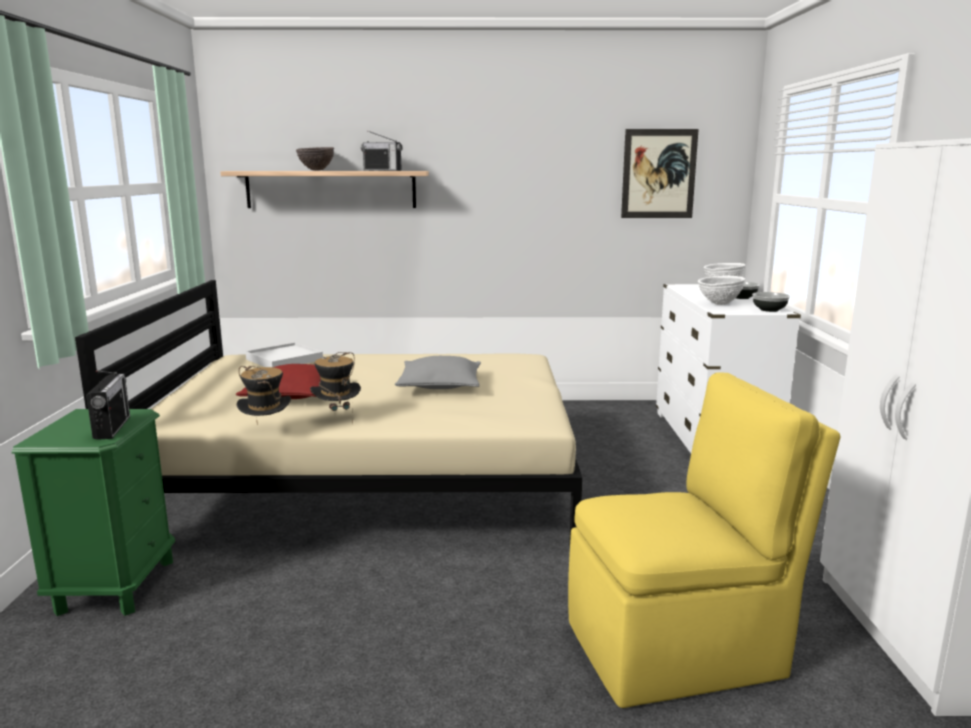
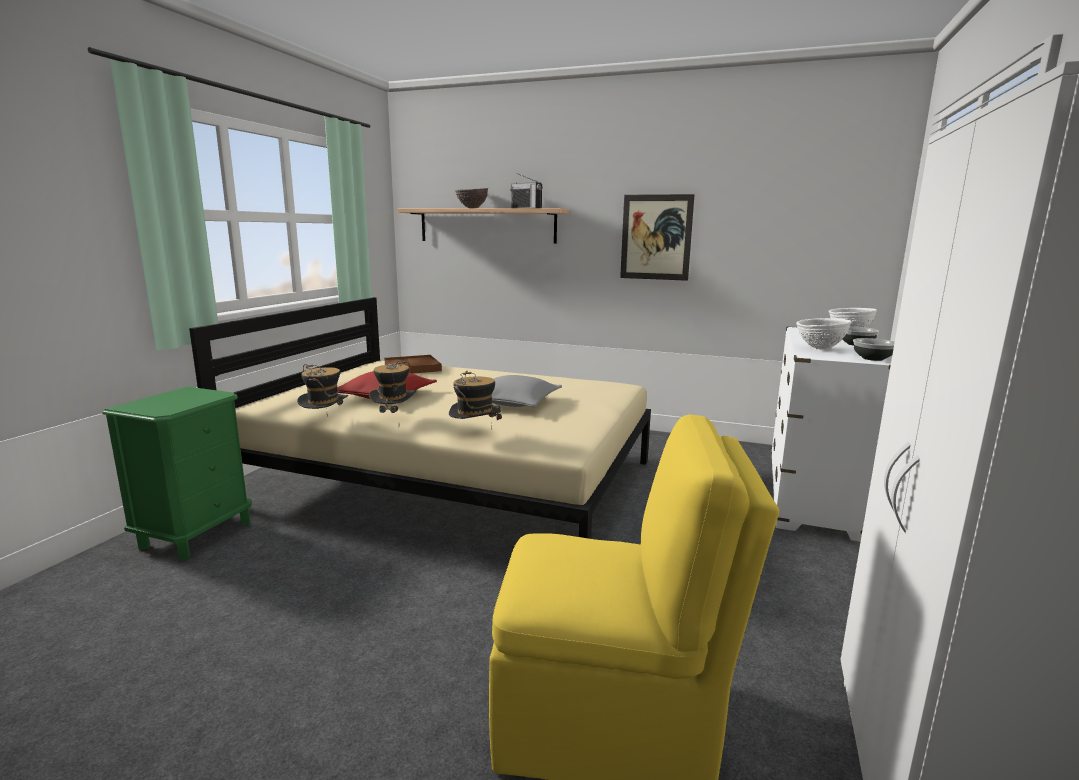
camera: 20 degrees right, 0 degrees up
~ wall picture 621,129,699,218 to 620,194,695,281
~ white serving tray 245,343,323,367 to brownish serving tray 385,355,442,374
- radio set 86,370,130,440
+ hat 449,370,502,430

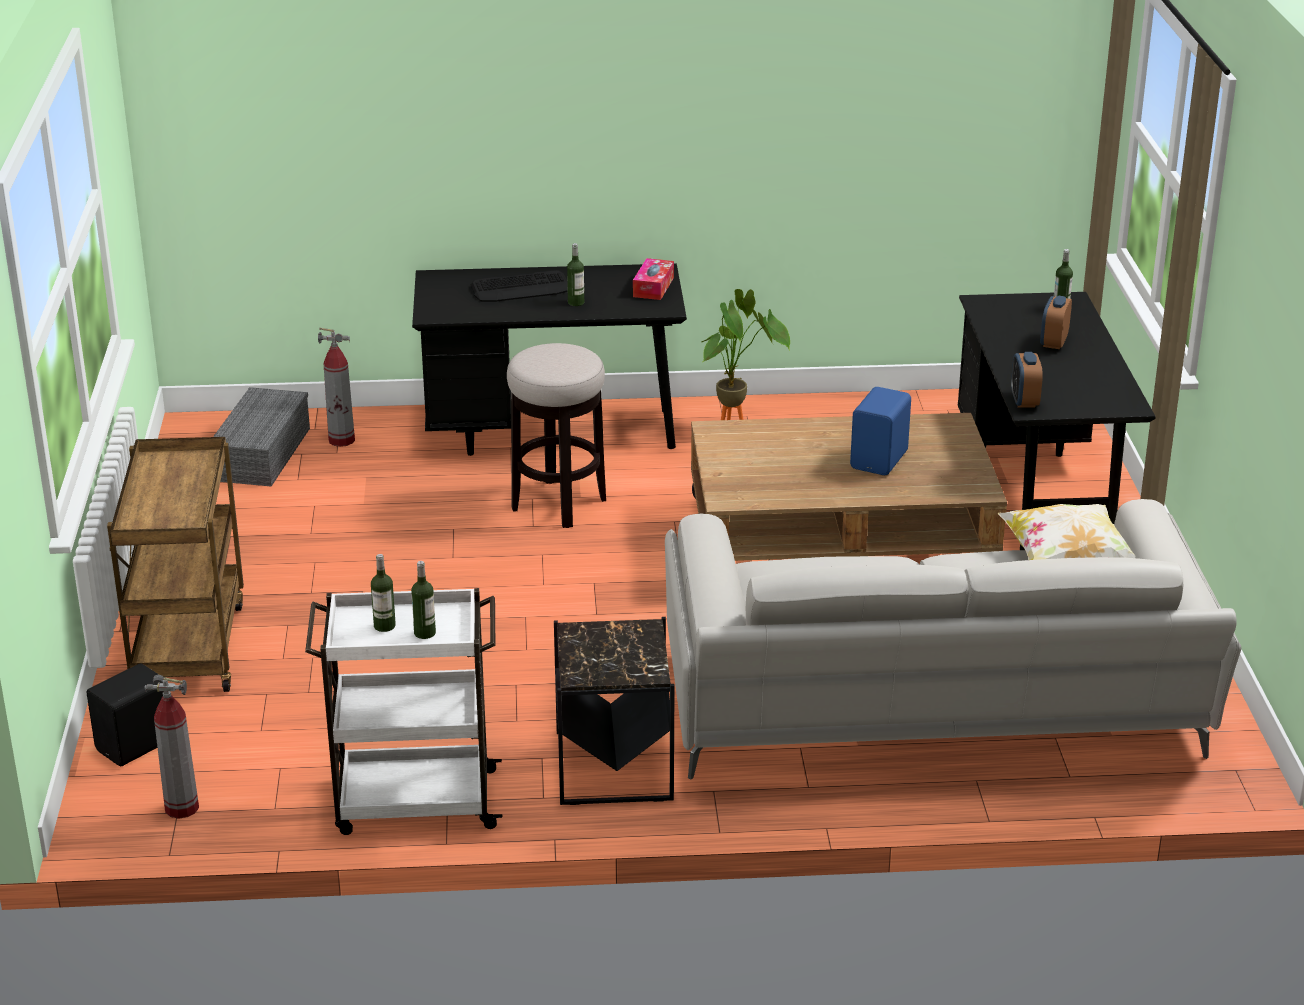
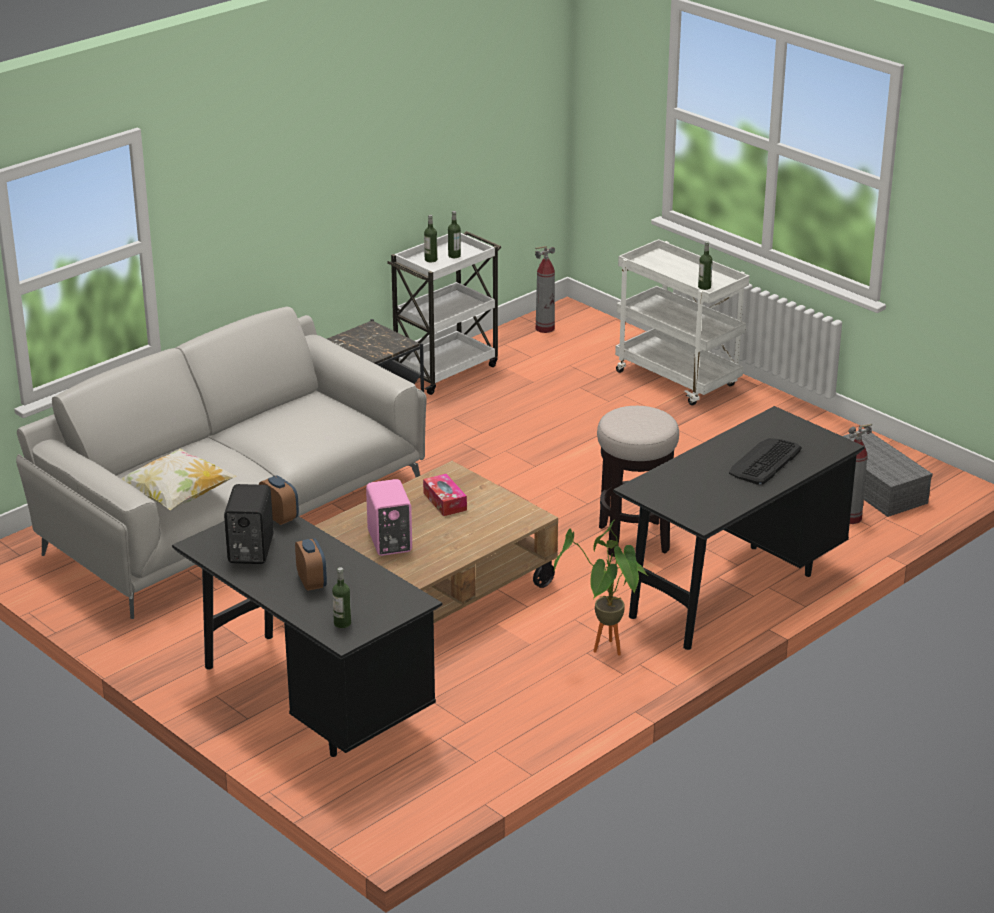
camera: 140 degrees right, 0 degrees up
~ bottle 567,243,584,306 to 698,241,713,290
~ box of tissues 633,258,674,300 to 423,474,467,516
~ blue audio speaker 850,387,911,475 to pink audio speaker 366,479,412,556
~ brownish trolley 107,437,244,692 to white trolley 615,239,749,405
~ black-coloured audio speaker 87,663,164,766 to 224,484,273,564

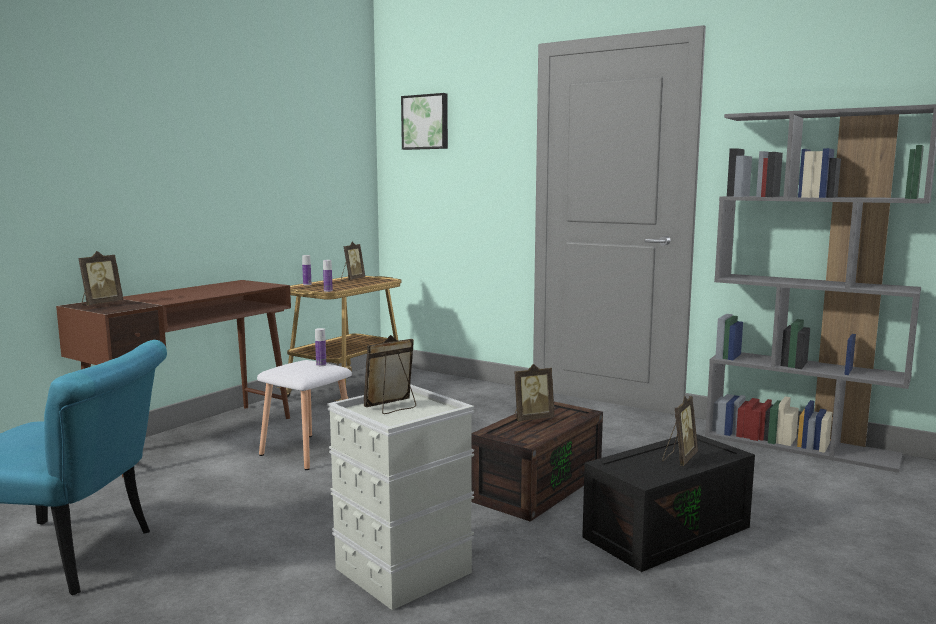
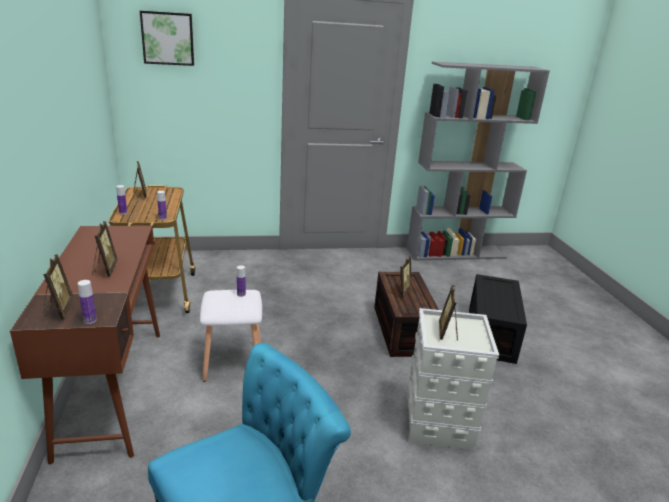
camera: 45 degrees left, 15 degrees up
~ picture frame 662,395,698,466 to 92,221,118,277
+ bottle 78,280,97,324

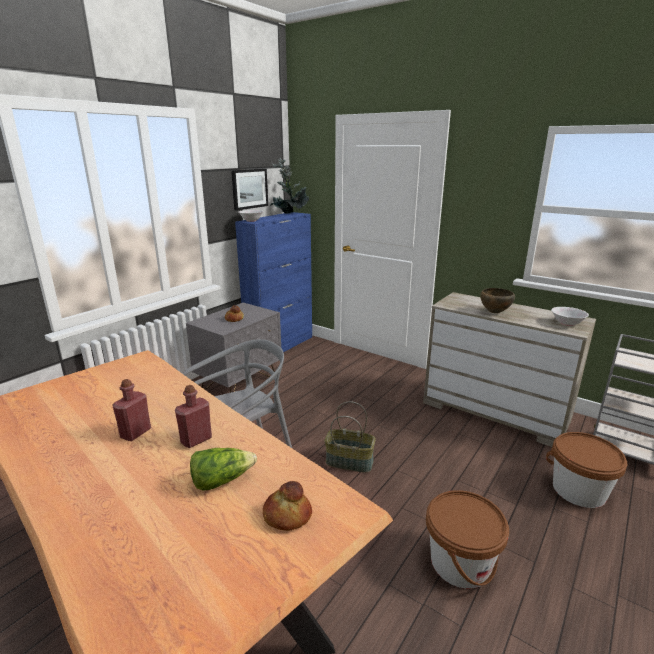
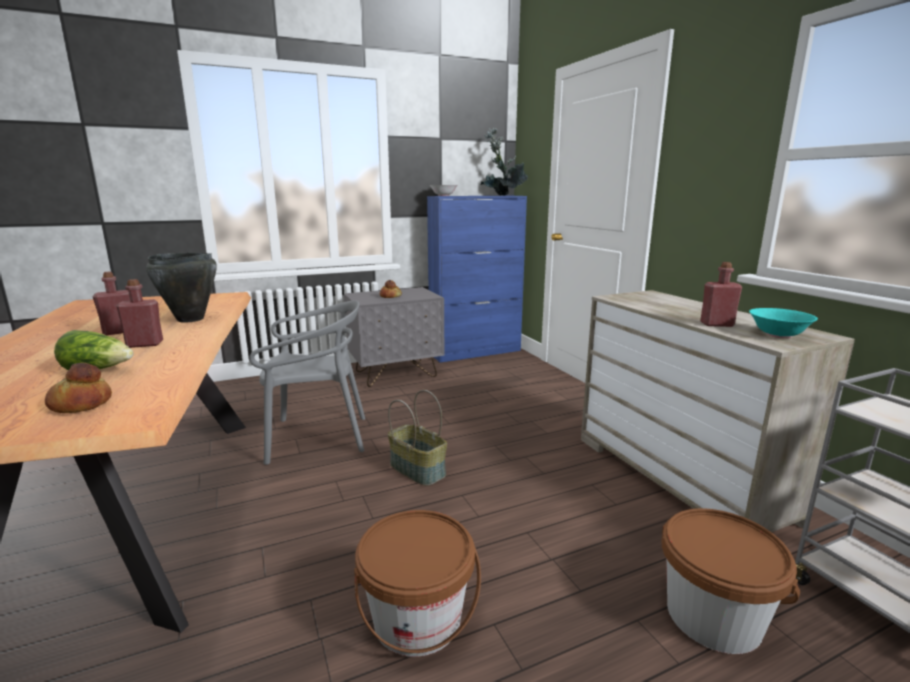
camera: 30 degrees right, 5 degrees down
- wall picture 231,169,268,211
- brownish serving bowl 480,288,515,313
~ white serving bowl 551,307,589,326 to turquoise-coloured serving bowl 749,308,818,338
+ black-coloured stockpot 146,253,217,323
+ red-coloured bottle 700,262,742,327

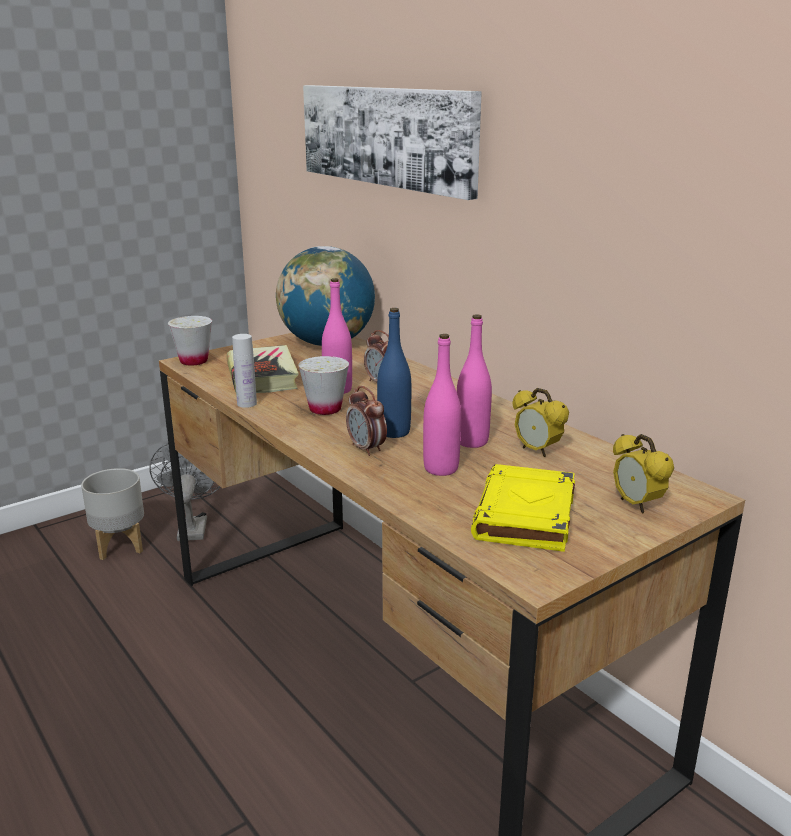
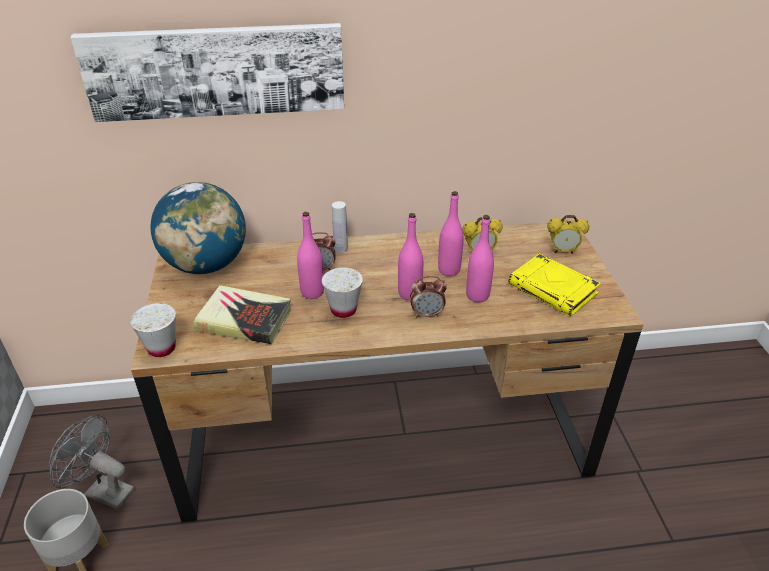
camera: 60 degrees left, 15 degrees up
~ blue bottle 377,308,412,438 to pink bottle 398,213,423,300
~ white bottle 232,334,257,408 to 332,201,348,253

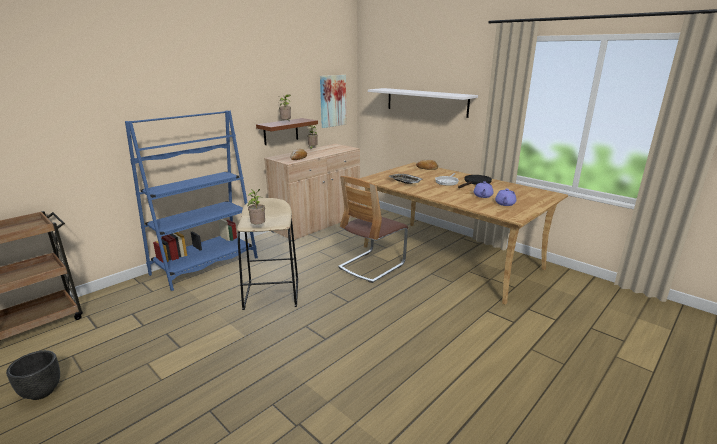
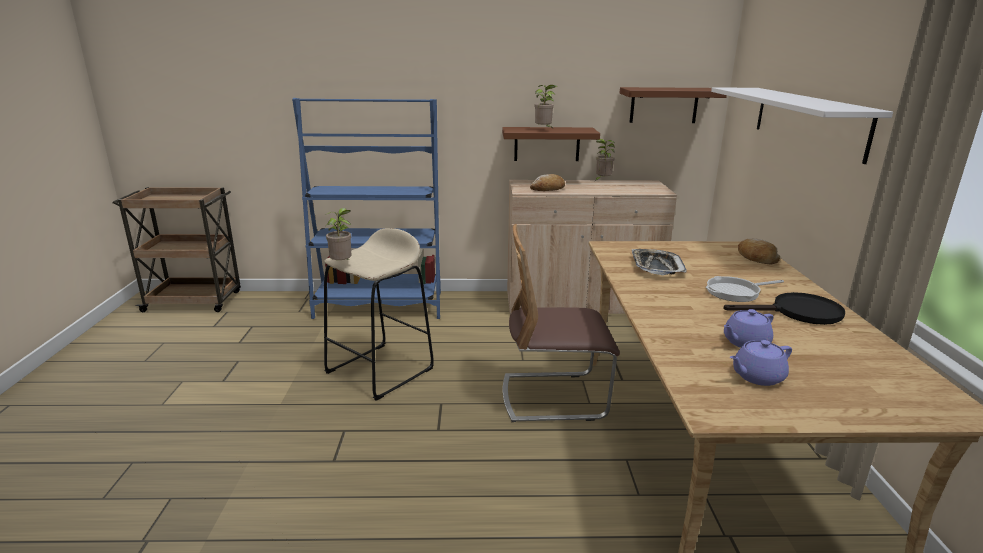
camera: 45 degrees right, 0 degrees up
~ wall picture 320,75,346,128 to brownish bracket shelf 620,87,727,123
- black-coloured planter 6,350,60,400

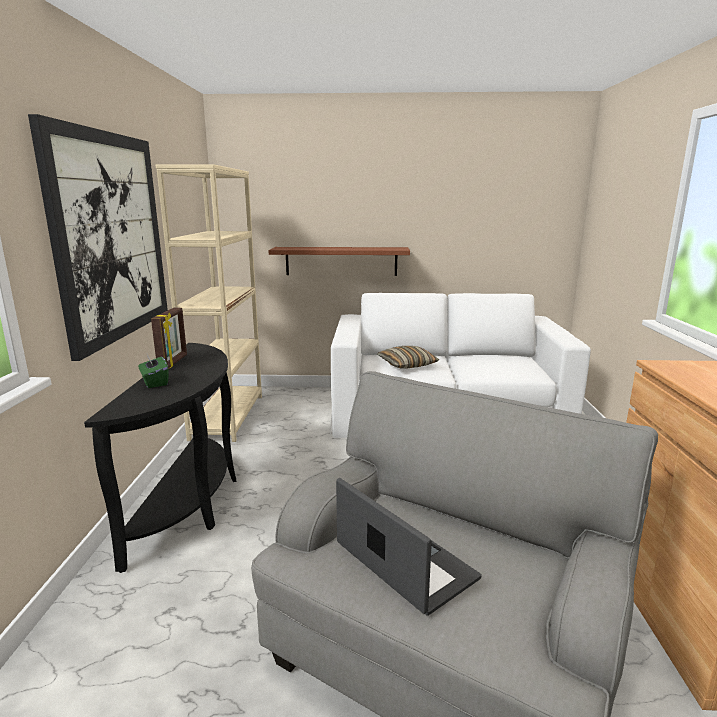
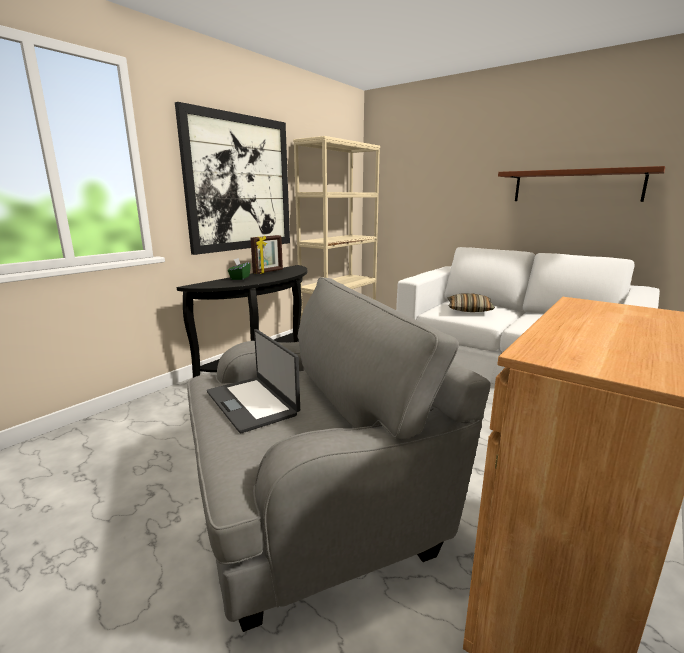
camera: 35 degrees right, 0 degrees up
~ brownish bracket shelf 268,247,410,276 to 498,166,665,202
~ laptop 336,478,482,616 = 207,329,300,433 150 degrees clockwise

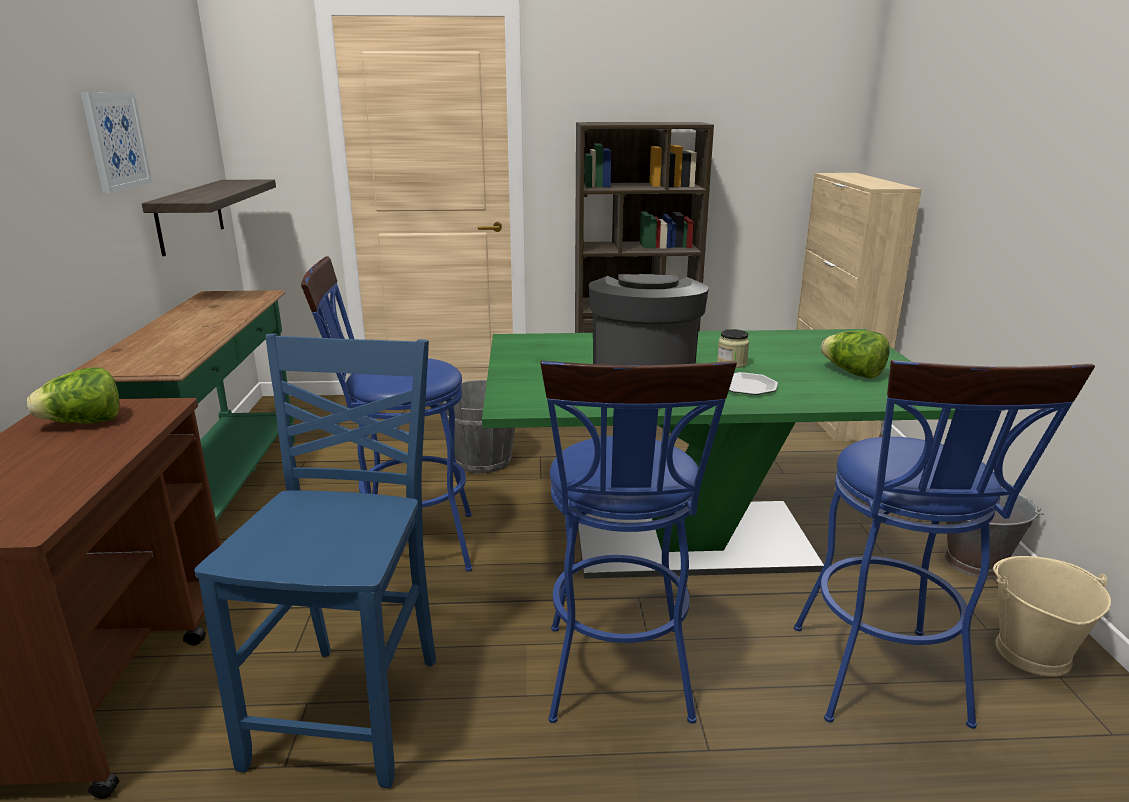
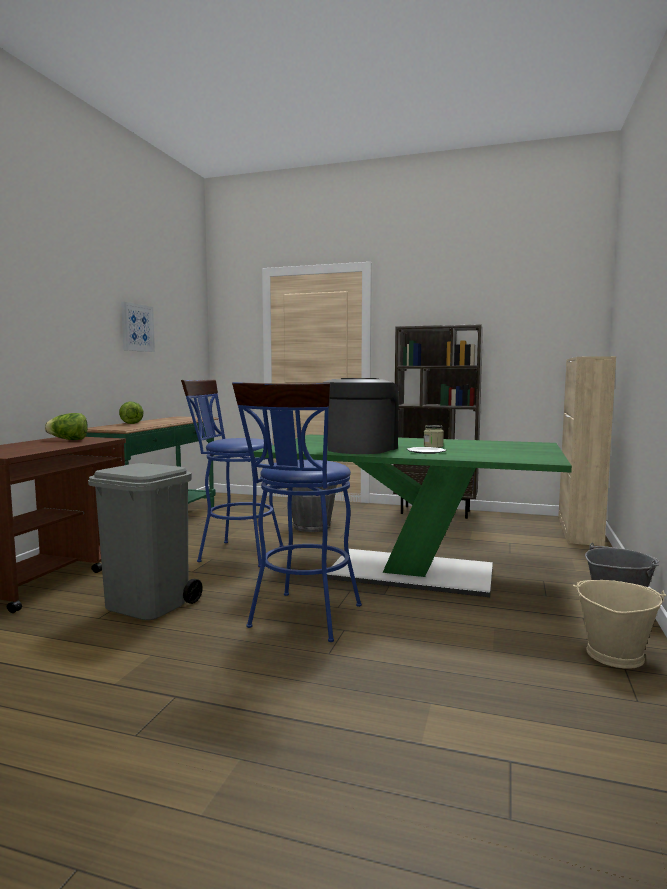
camera: 20 degrees right, 15 degrees down
- bracket shelf 142,180,276,256
~ lettuce 821,331,890,379 to 119,402,143,424
~ blue plain chair 194,334,436,788 to greyish waste bin 88,463,203,620
- blue sitting stool 794,360,1095,729

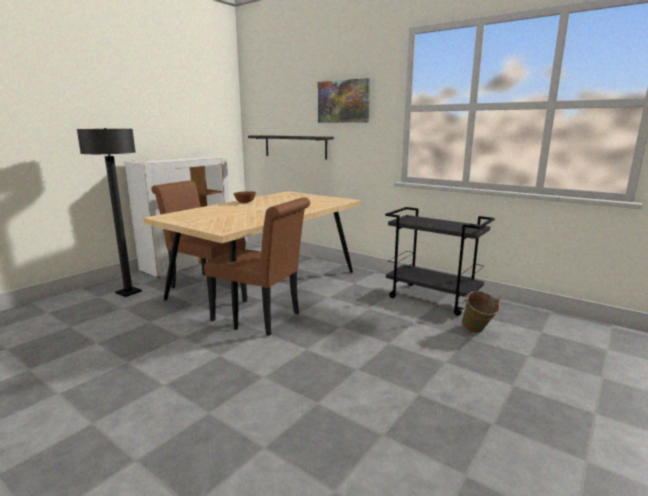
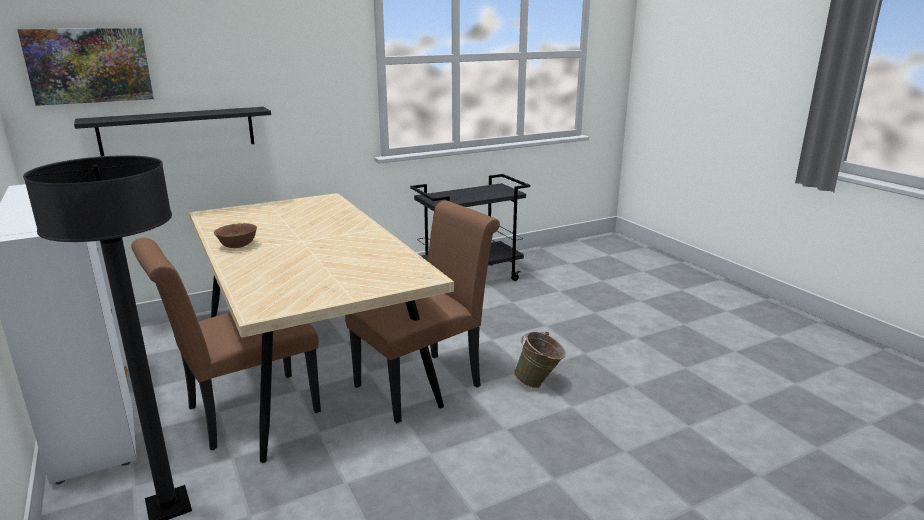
camera: 65 degrees left, 5 degrees up
~ wall picture 318,78,370,123 to 17,28,154,106
~ green-coloured bucket 462,291,500,333 to 514,331,566,388

